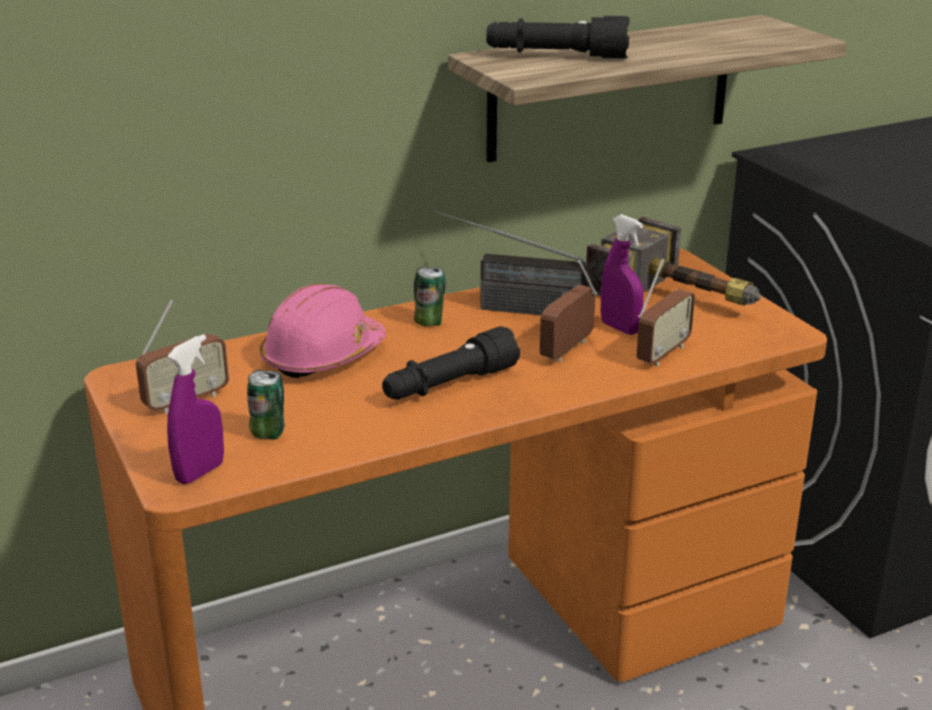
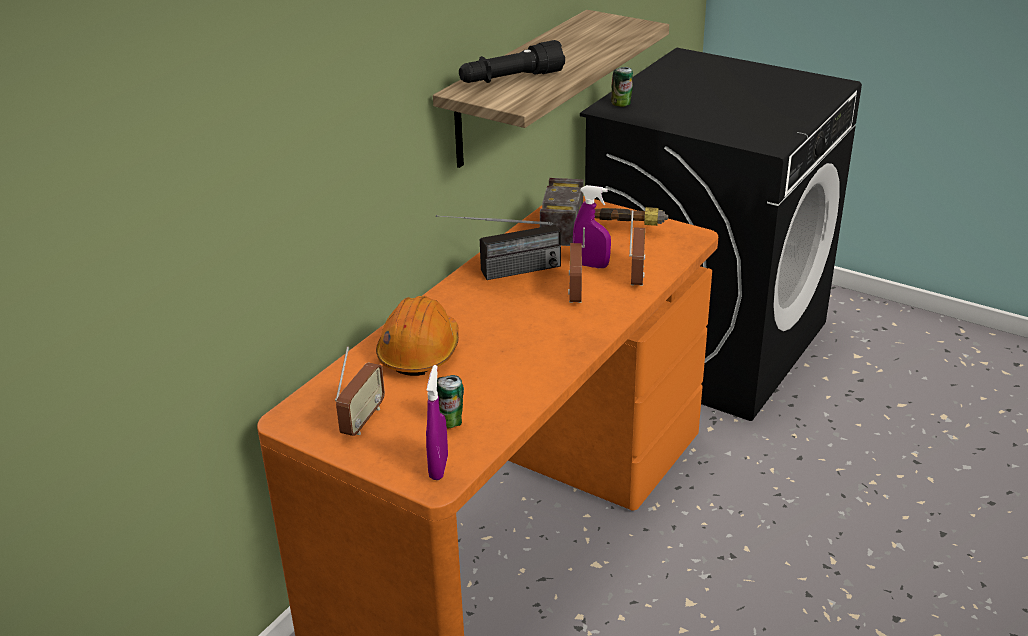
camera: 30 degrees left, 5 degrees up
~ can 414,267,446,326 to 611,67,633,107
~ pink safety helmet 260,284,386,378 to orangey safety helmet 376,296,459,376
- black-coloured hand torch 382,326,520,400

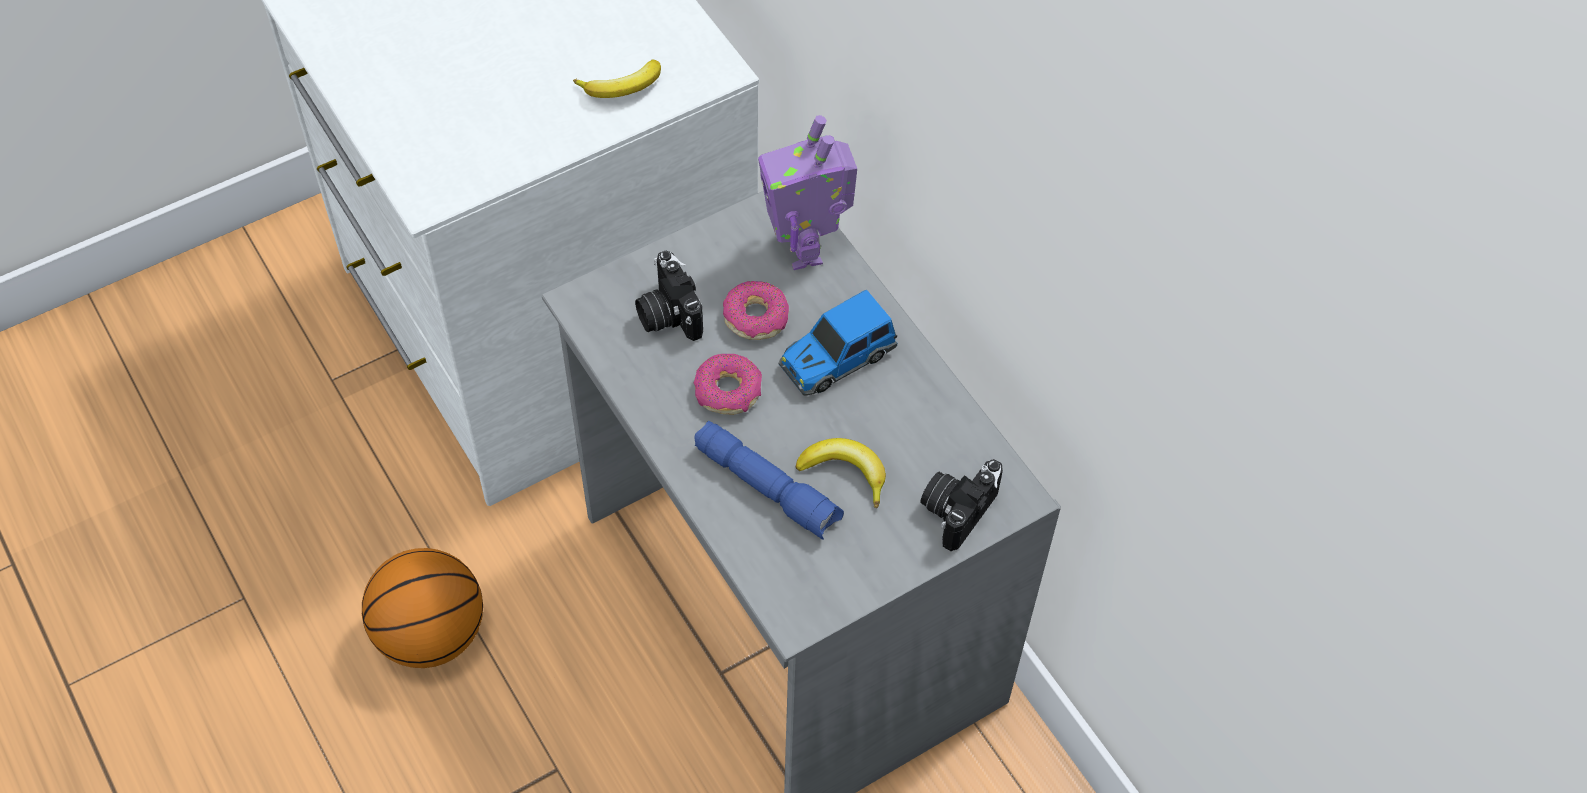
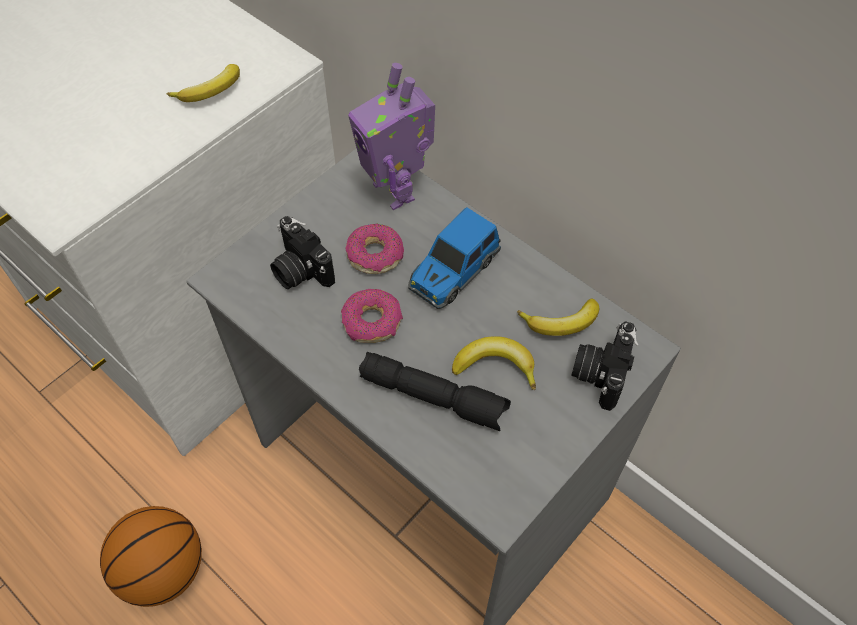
camera: 15 degrees left, 0 degrees up
~ blue hand torch 694,421,844,540 to black-coloured hand torch 359,352,511,431
+ banana 517,298,599,336

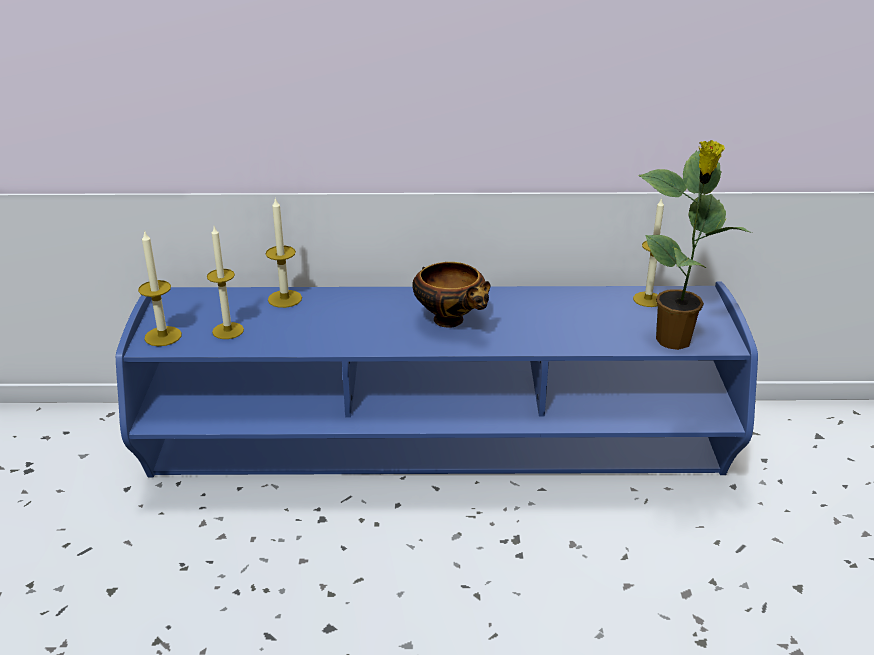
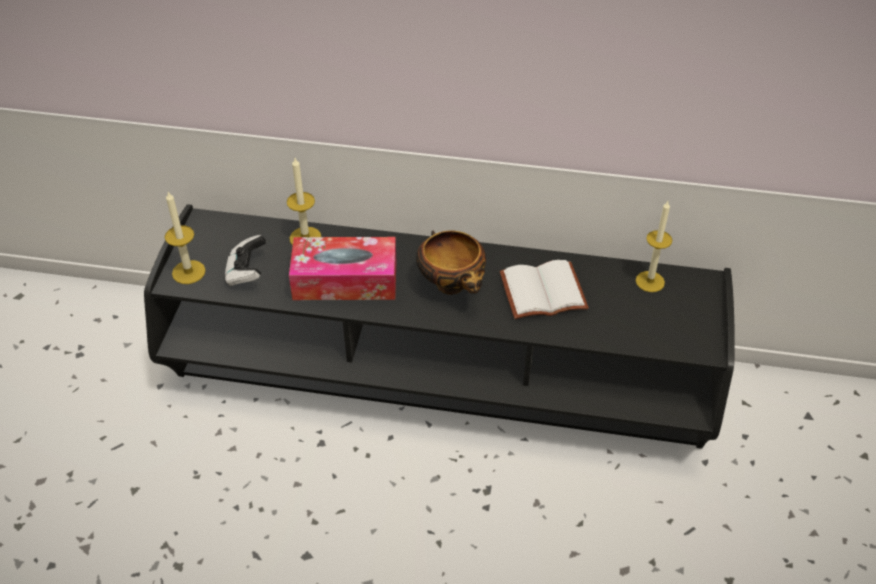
camera: 10 degrees right, 15 degrees up
- potted plant 638,140,752,350
~ candle 207,227,244,339 to joypad 224,235,266,286
~ blue media console 116,282,758,477 to black-coloured media console 144,204,735,449
+ box of tissues 289,237,396,300
+ white bound book 500,260,589,319

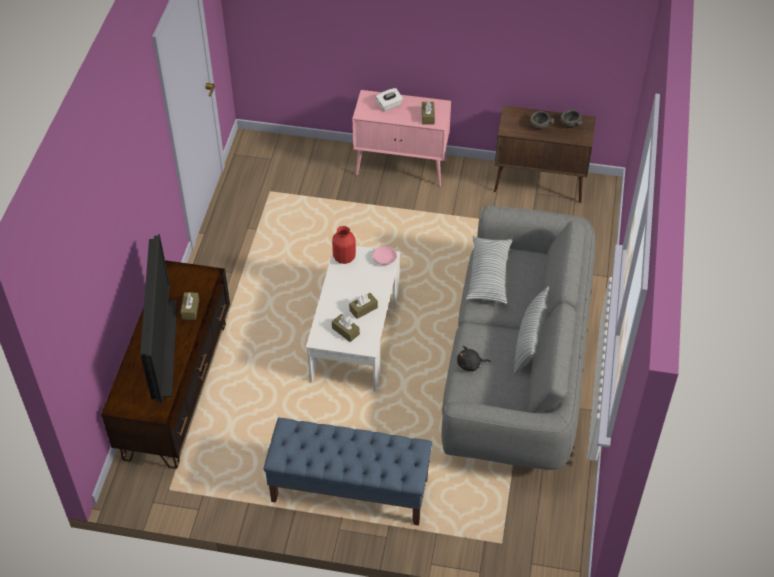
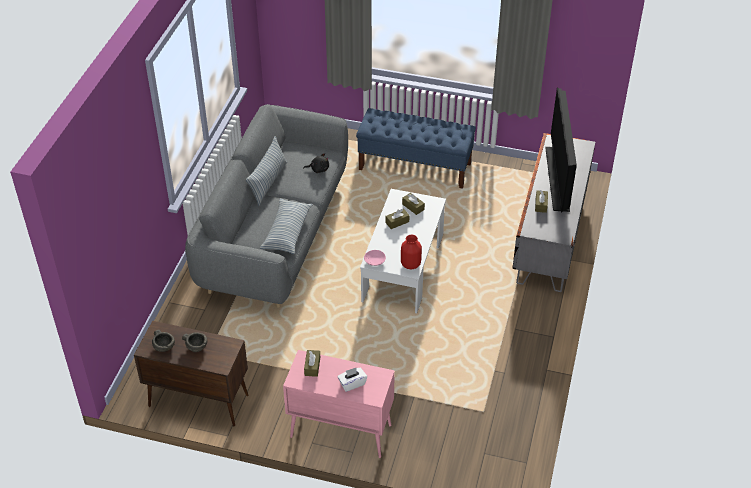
camera: 175 degrees left, 5 degrees down
~ brownish media console 101,260,230,469 to greyish media console 512,133,595,292

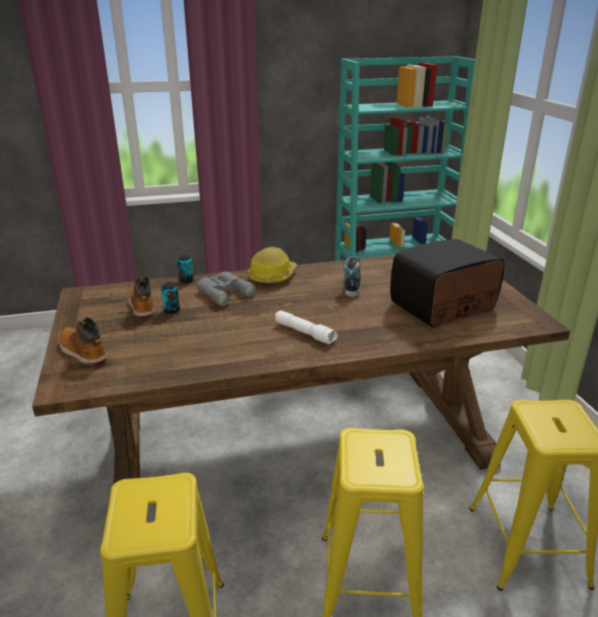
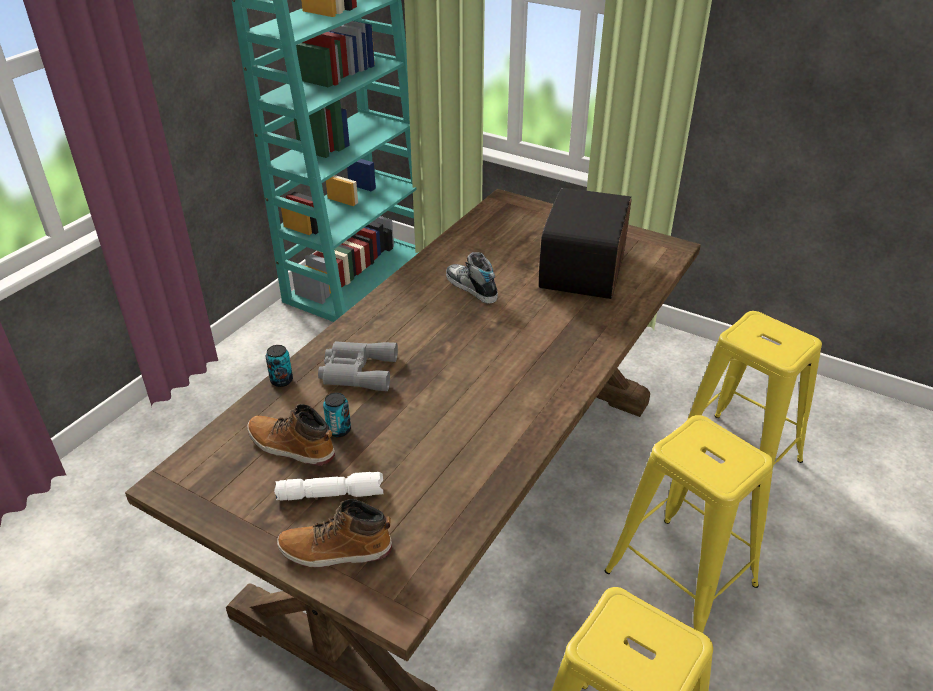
camera: 45 degrees left, 10 degrees up
- safety helmet 248,247,297,286
~ white hand torch 275,310,338,344 to 274,472,384,501

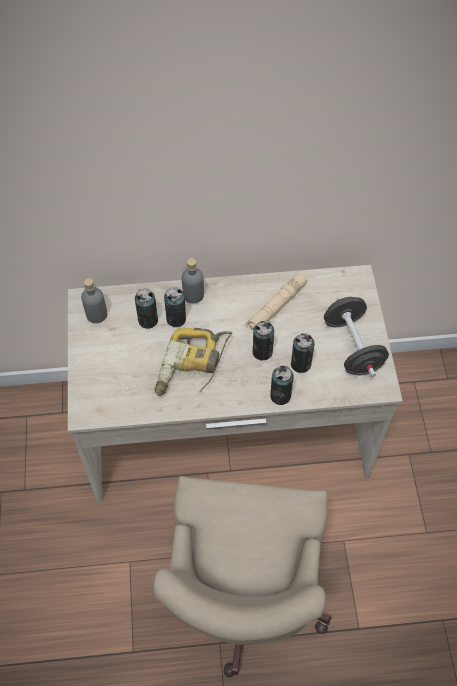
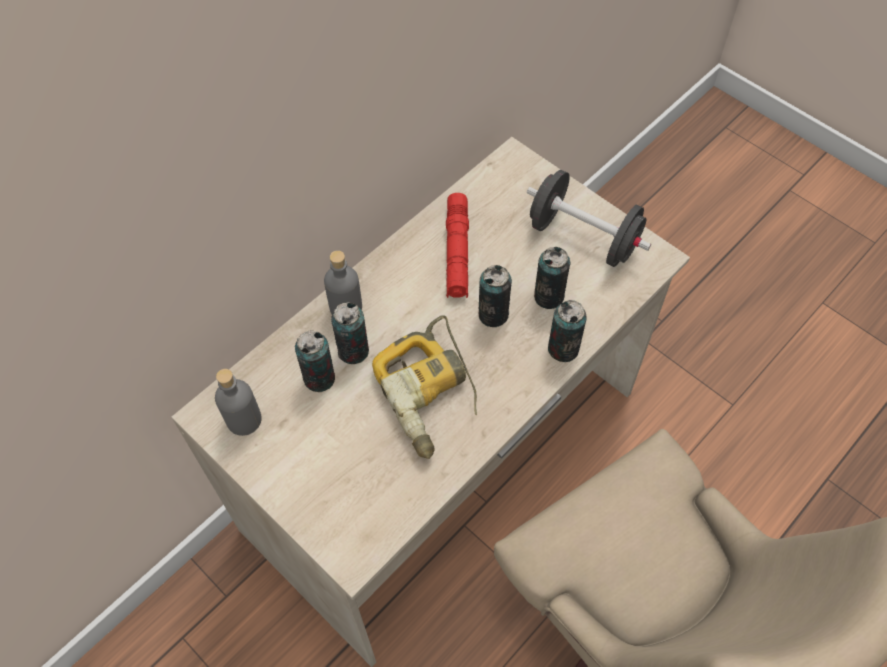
camera: 40 degrees left, 0 degrees up
~ sand-coloured hand torch 246,273,307,330 to red-coloured hand torch 446,193,469,298

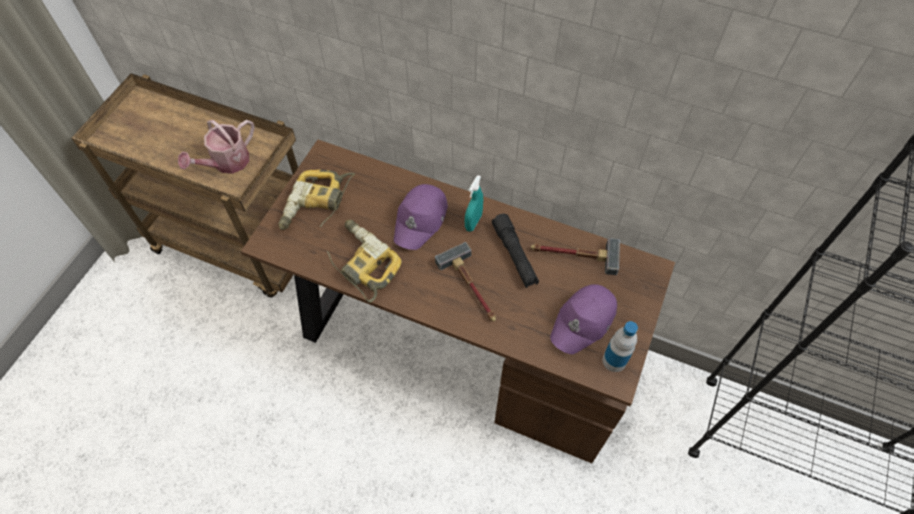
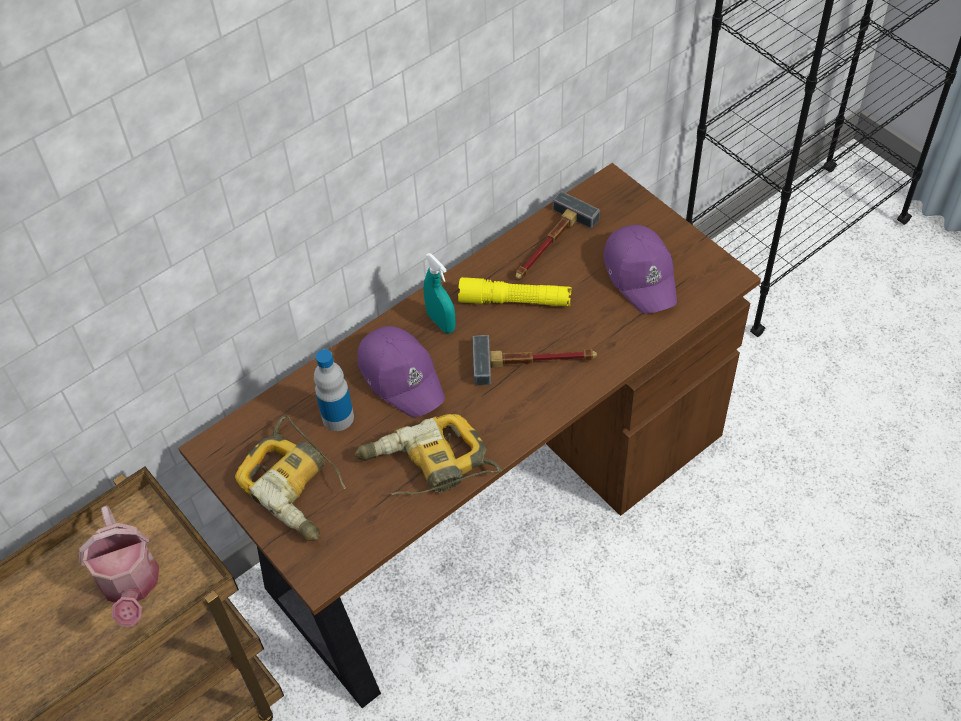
camera: 60 degrees left, 5 degrees down
~ black-coloured hand torch 492,213,539,288 to yellow hand torch 458,277,571,306
~ bottle 602,321,638,372 to 314,349,354,431

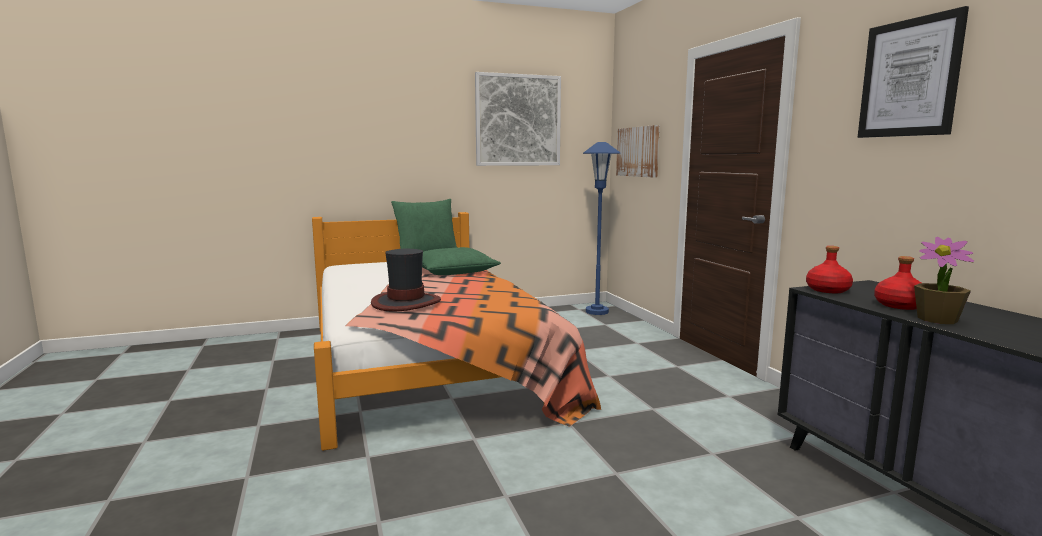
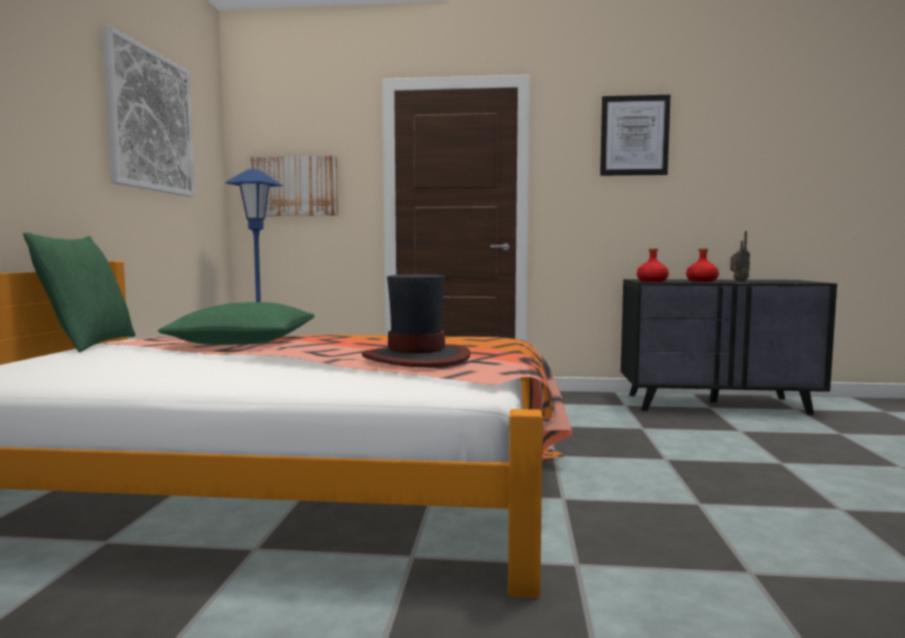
camera: 65 degrees left, 5 degrees down
~ potted plant 914,237,974,324 to radio set 730,231,750,282

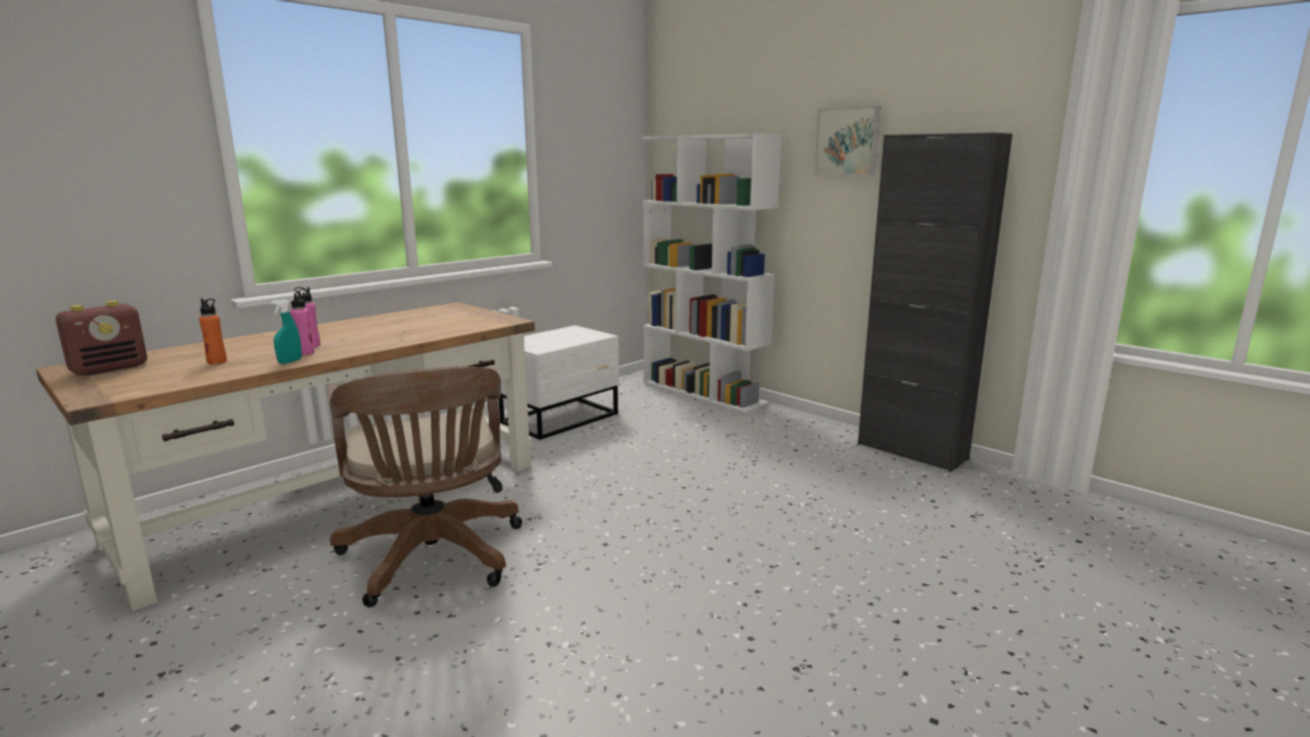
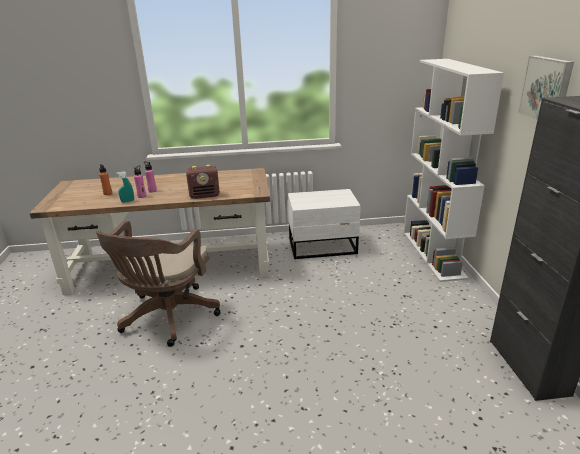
camera: 40 degrees right, 10 degrees up
~ radio set 56,301,147,376 to 186,165,220,199

